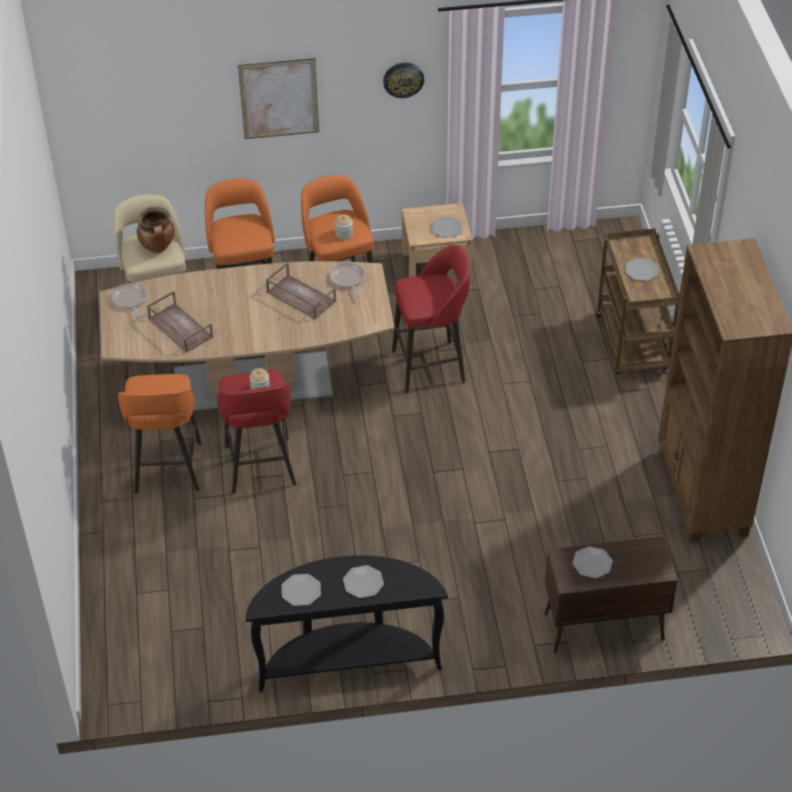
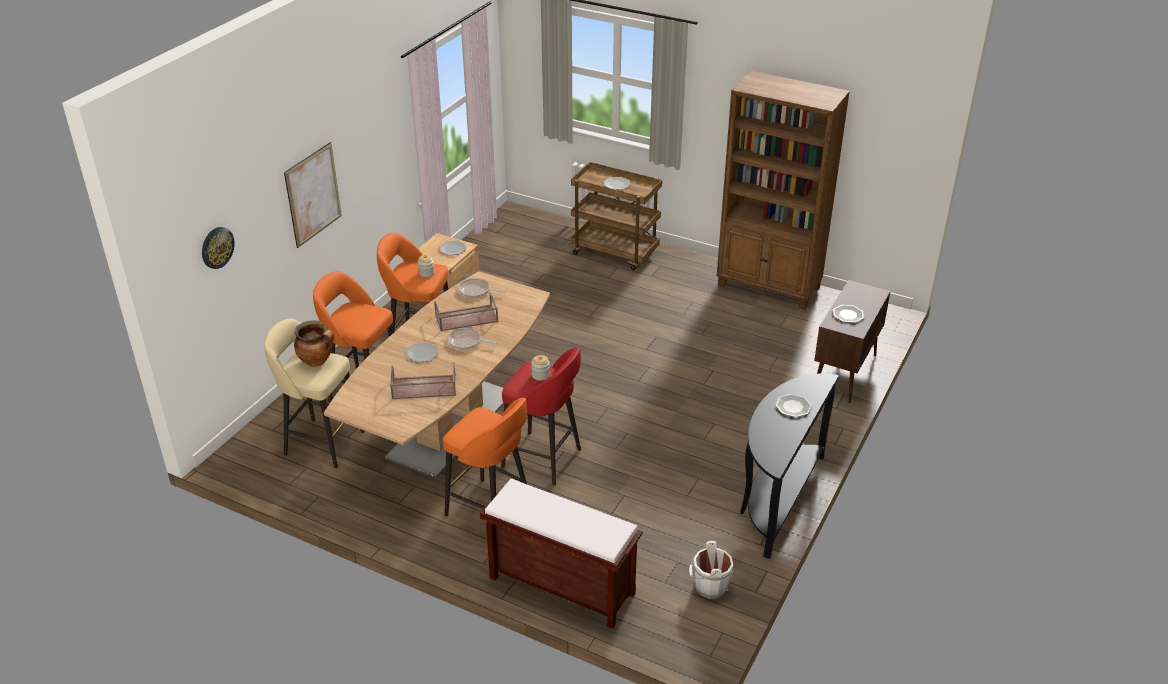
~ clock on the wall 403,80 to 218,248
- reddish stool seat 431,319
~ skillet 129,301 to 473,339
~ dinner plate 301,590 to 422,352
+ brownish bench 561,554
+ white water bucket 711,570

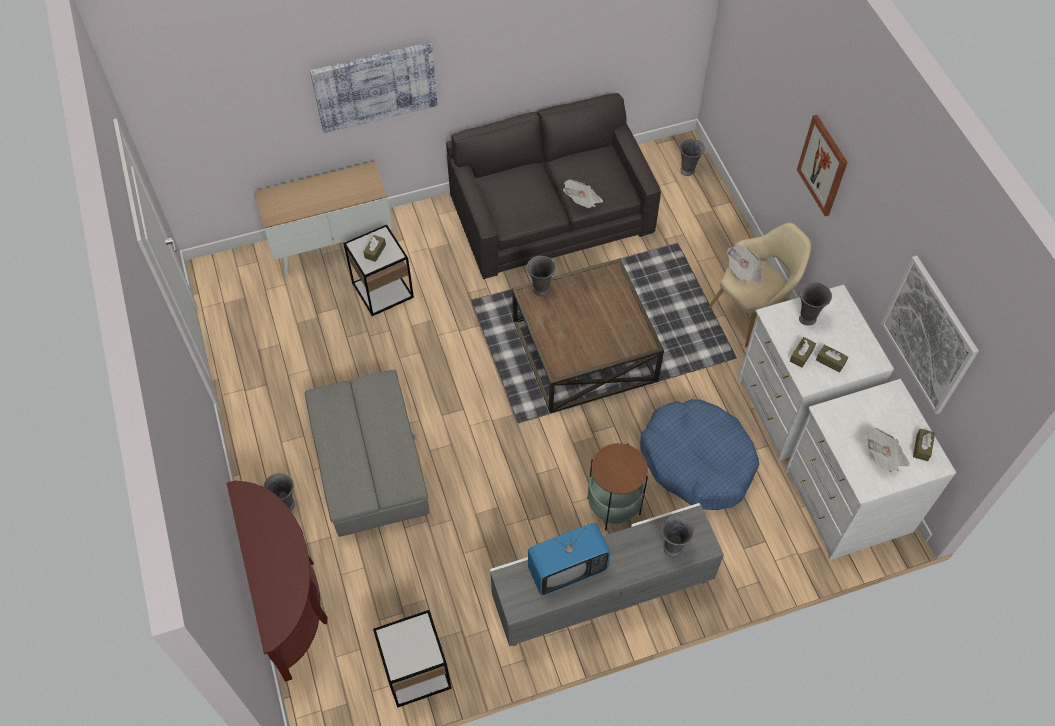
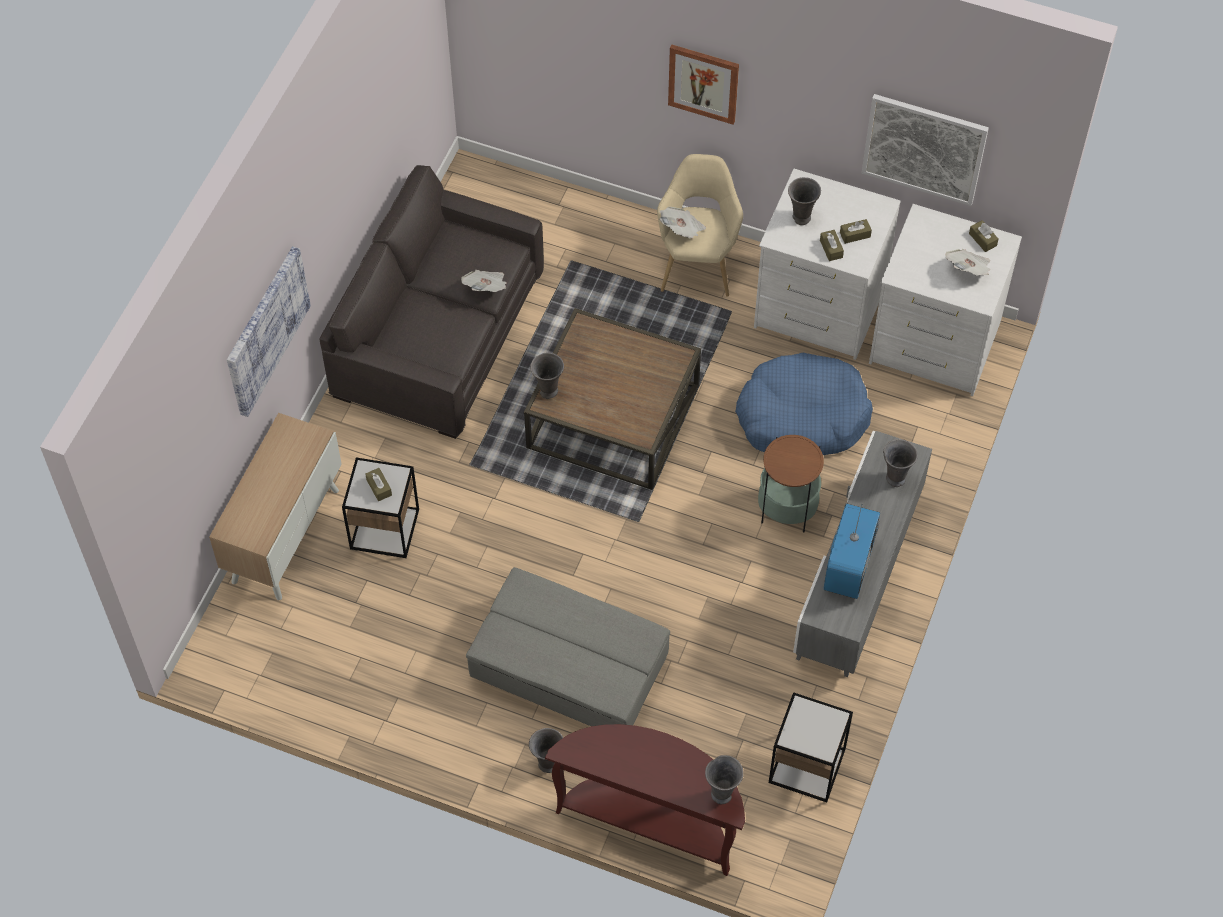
~ greyish flower vase 692,157 to 724,779

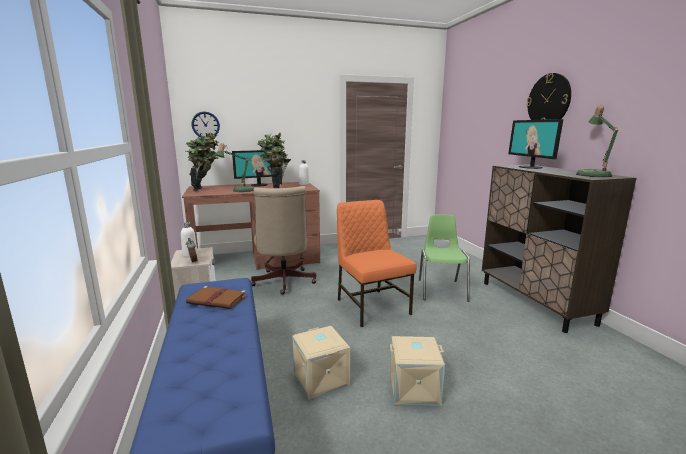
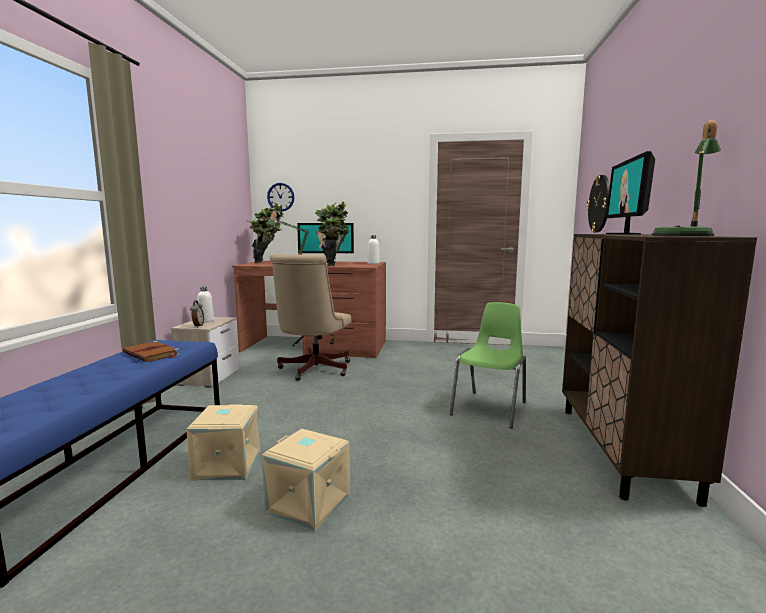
~ clock on the wall 549,96 to 598,204
- orangey plain chair 376,263

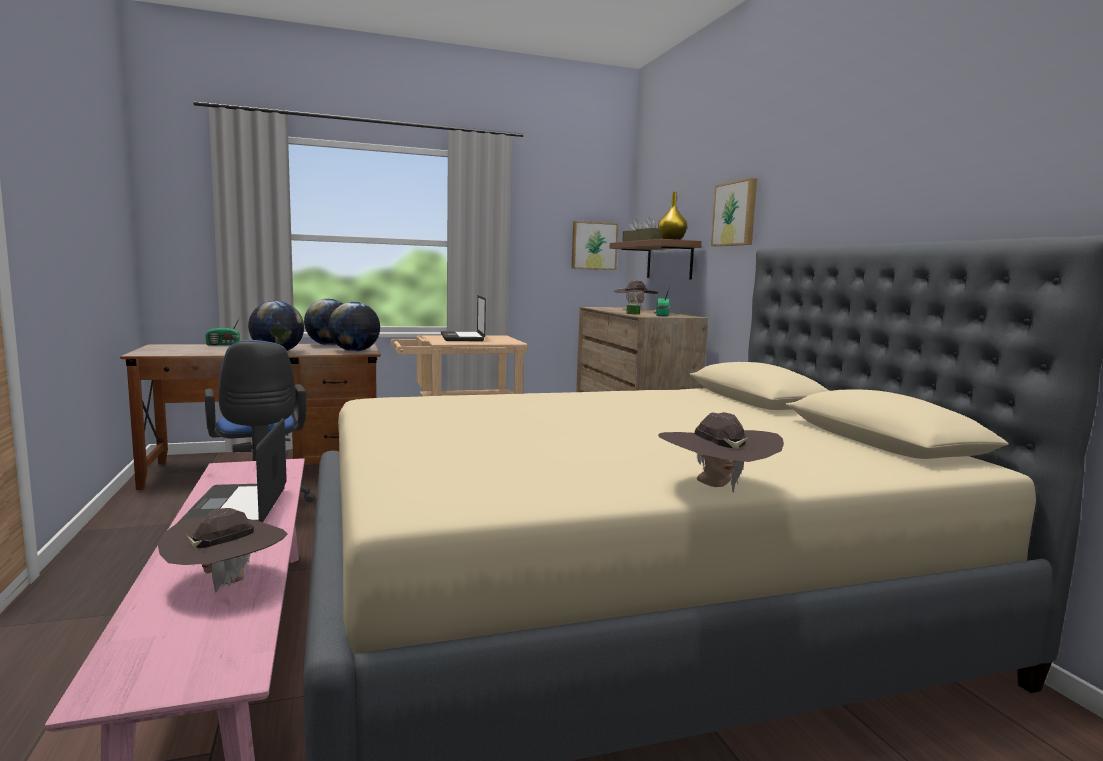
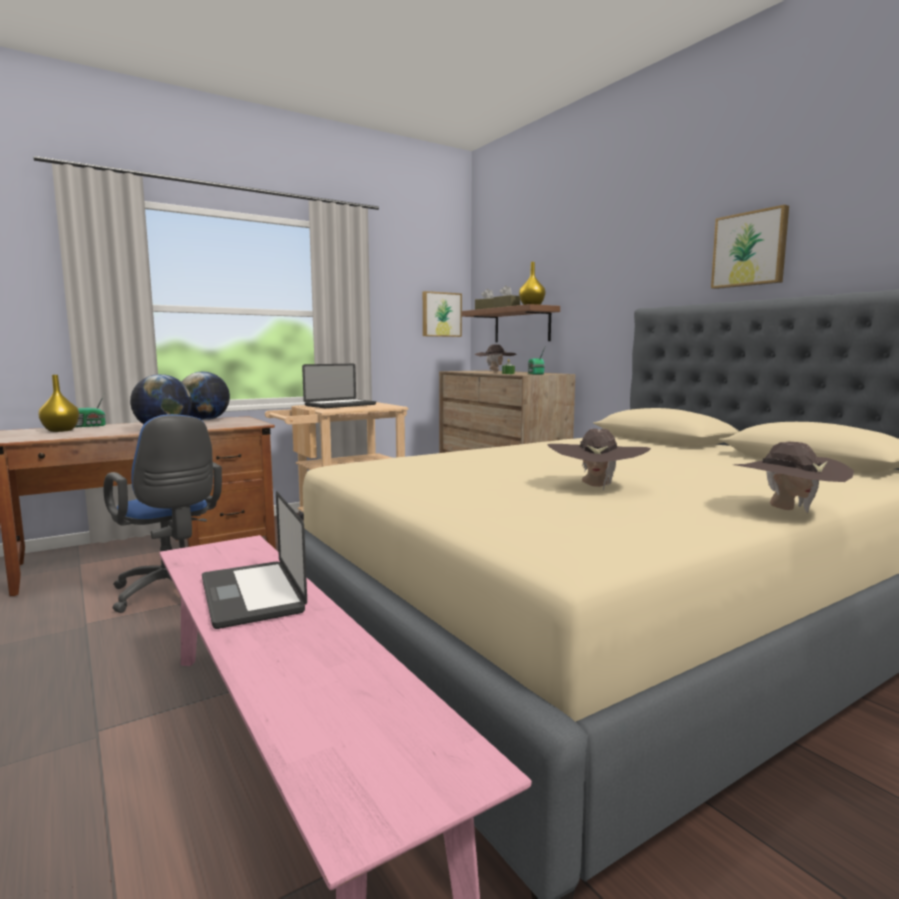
~ wall art 734,212 to 750,247
~ laptop 463,318 = 339,386 105 degrees counterclockwise
- globe 354,327
~ brownish hat 223,550 to 599,460
+ yellow flower vase 58,403

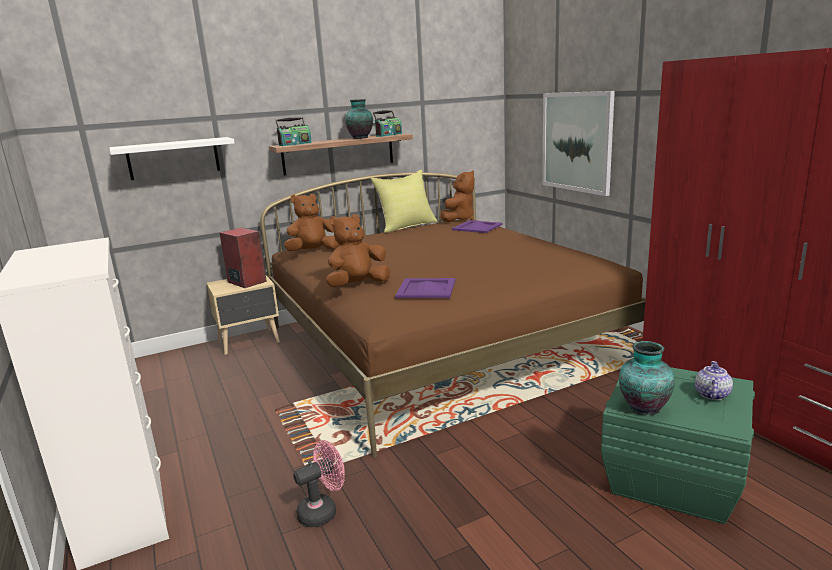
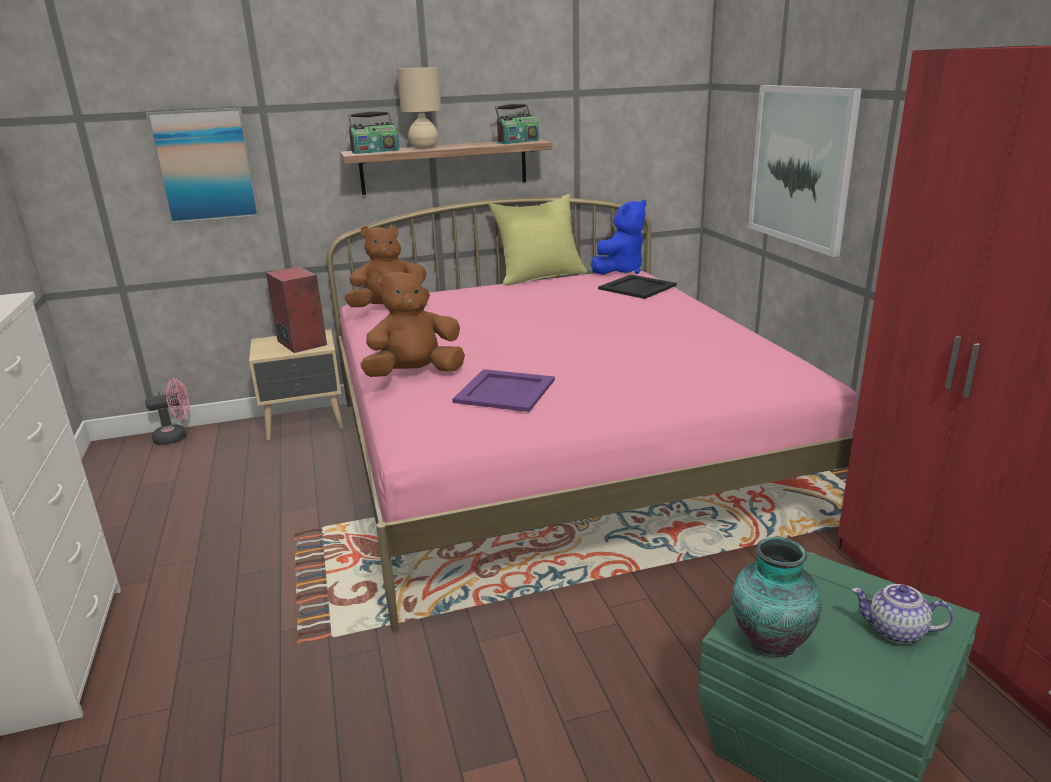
- flower vase 359,119
~ white wall shelf 172,158 to wall art 203,166
~ brownish plush toy 457,196 to bluish plush toy 618,237
~ brownish sleeping bed 453,315 to pink-coloured sleeping bed 592,415
~ purplish serving tray 477,226 to black serving tray 637,287
~ teapot 714,380 = 902,614 105 degrees counterclockwise
~ pink-coloured cooling fan 319,483 to 167,411
+ beige-coloured tabletop lamp 419,108

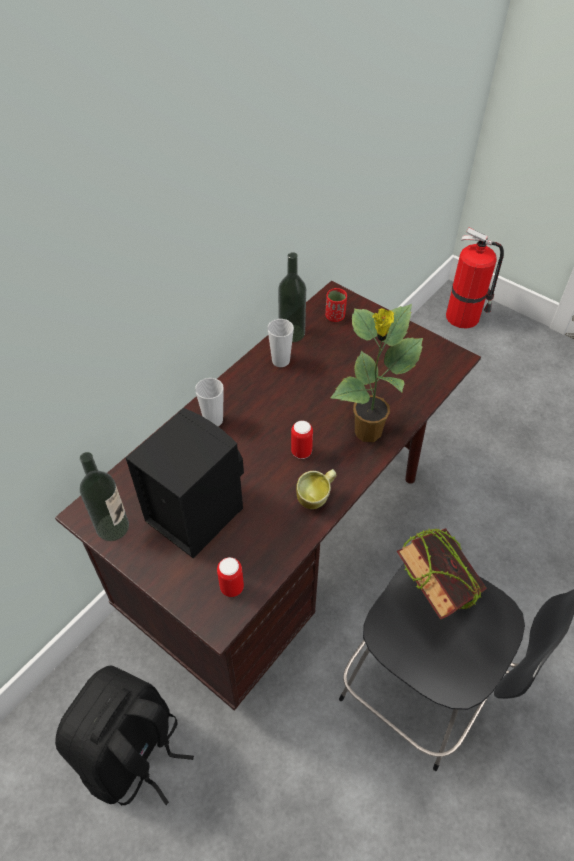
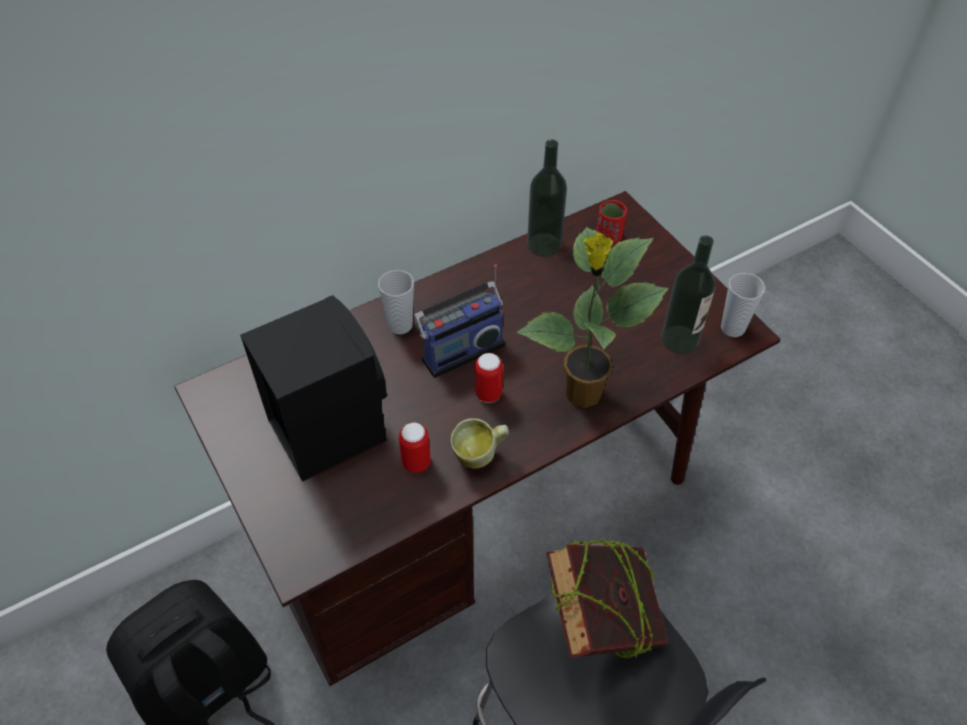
- extinguisher 475,278
~ drinking cup 281,343 to 743,305
~ drink bottle 104,496 to 688,294
~ sealed can 230,577 to 415,447
+ radio 459,321

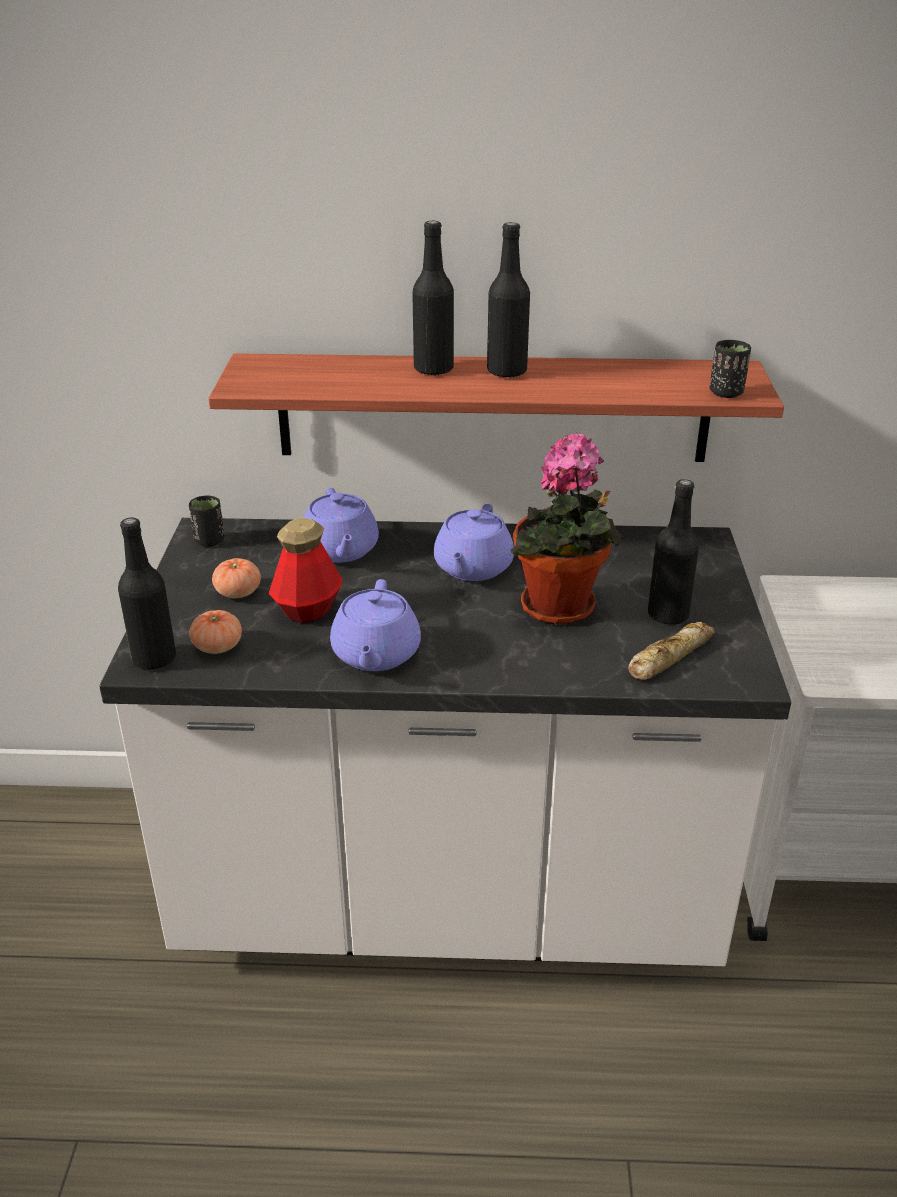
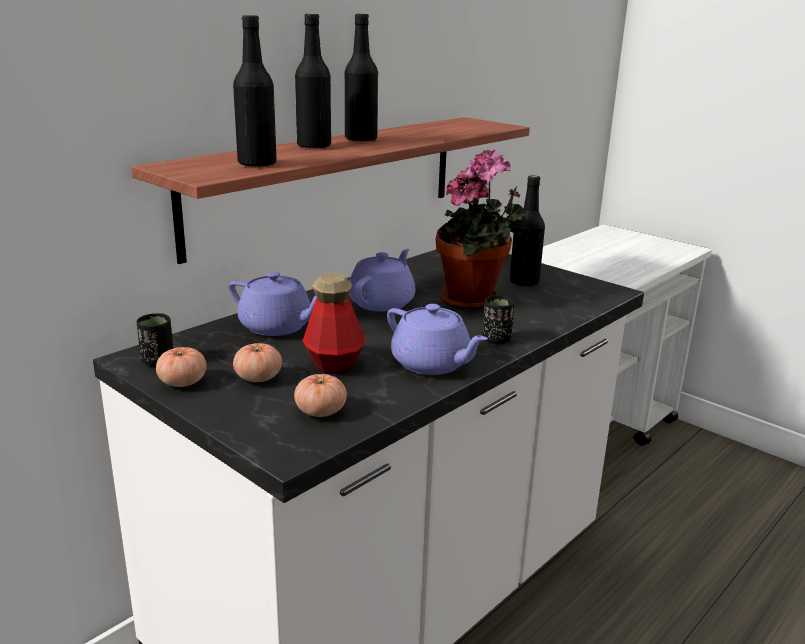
~ black drinking cup 730,369 to 498,319
~ purplish teapot 474,542 = 382,280 120 degrees counterclockwise
~ black drink bottle 147,593 to 255,91
- bakery bread 671,651
+ fresh tomato 181,367

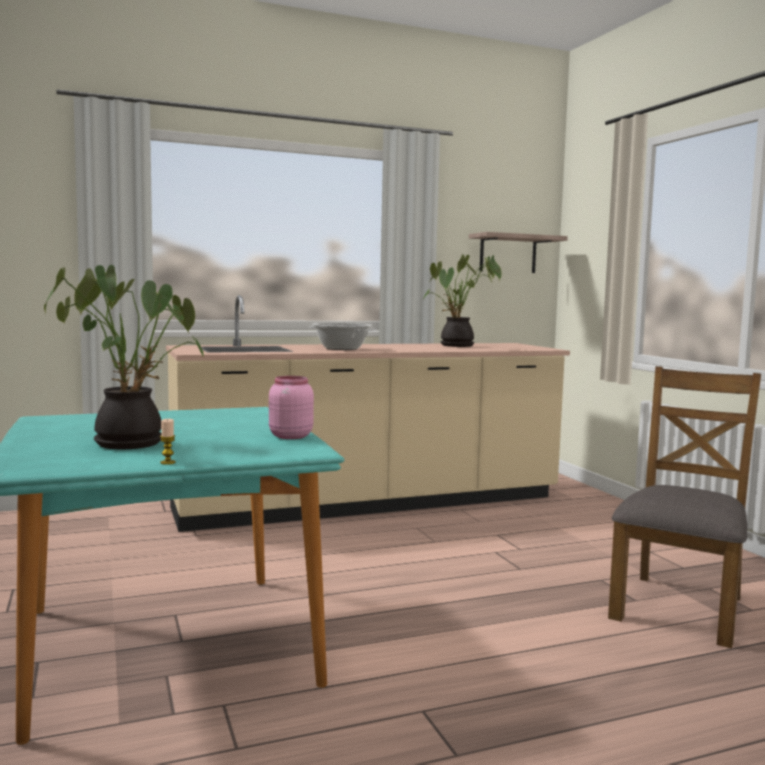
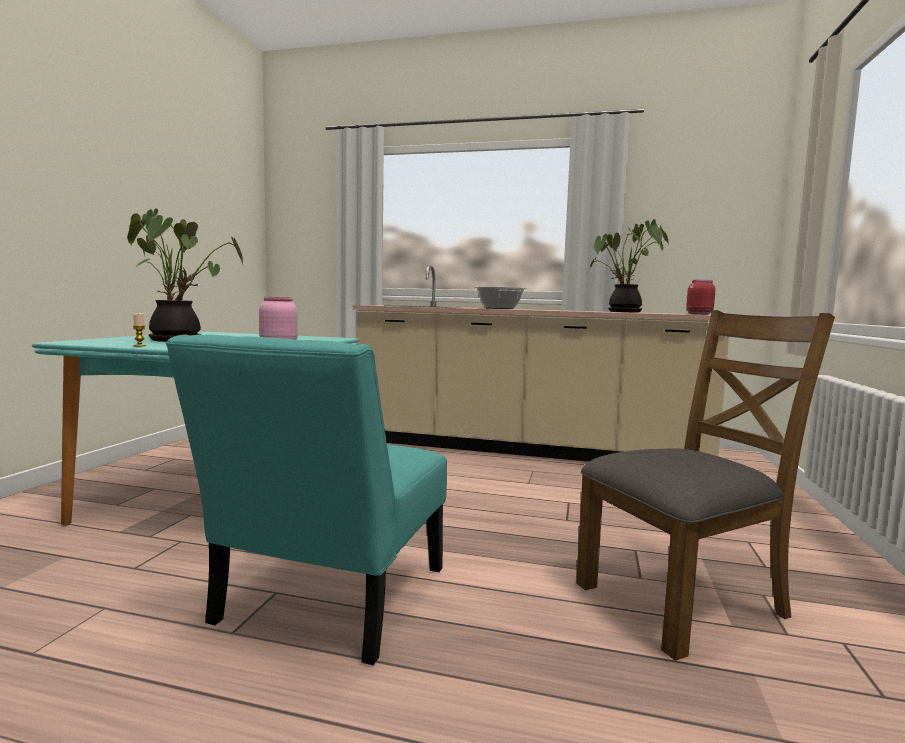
- wall shelf 518,252
+ reddish storage jar 701,297
+ turquoise plain chair 306,500

